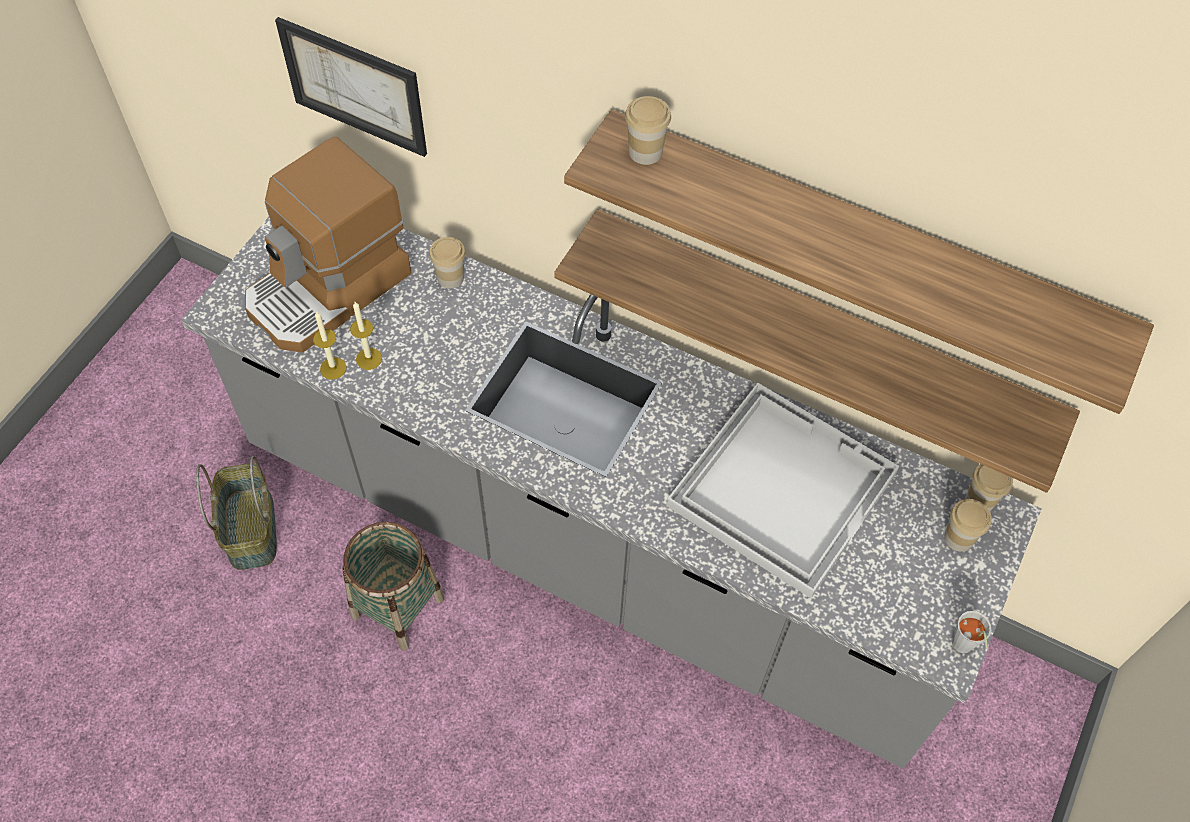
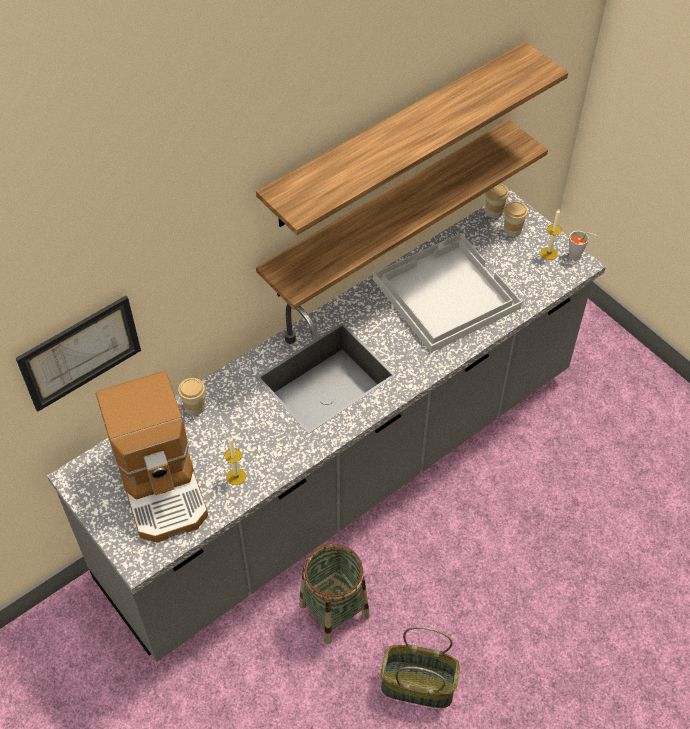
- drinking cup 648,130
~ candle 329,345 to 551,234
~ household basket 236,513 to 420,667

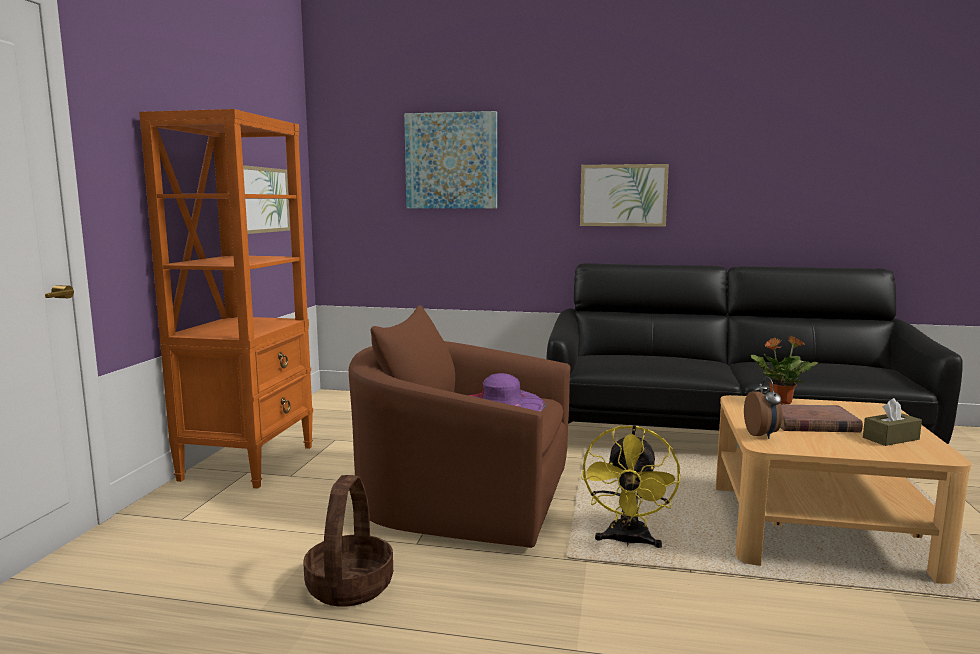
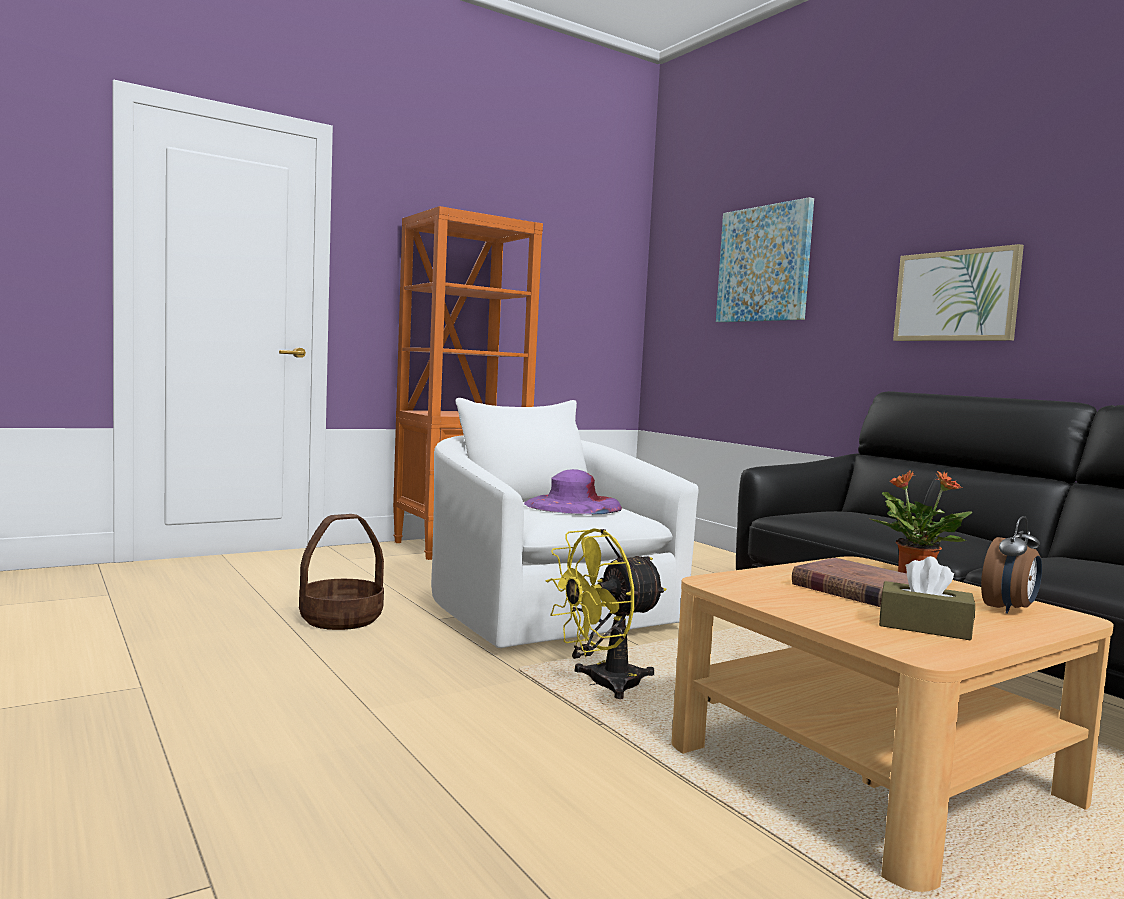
- wall art 266,199
~ brownish lounge chair 459,426 to white lounge chair 565,523
~ bedside clock 763,407 to 1011,565

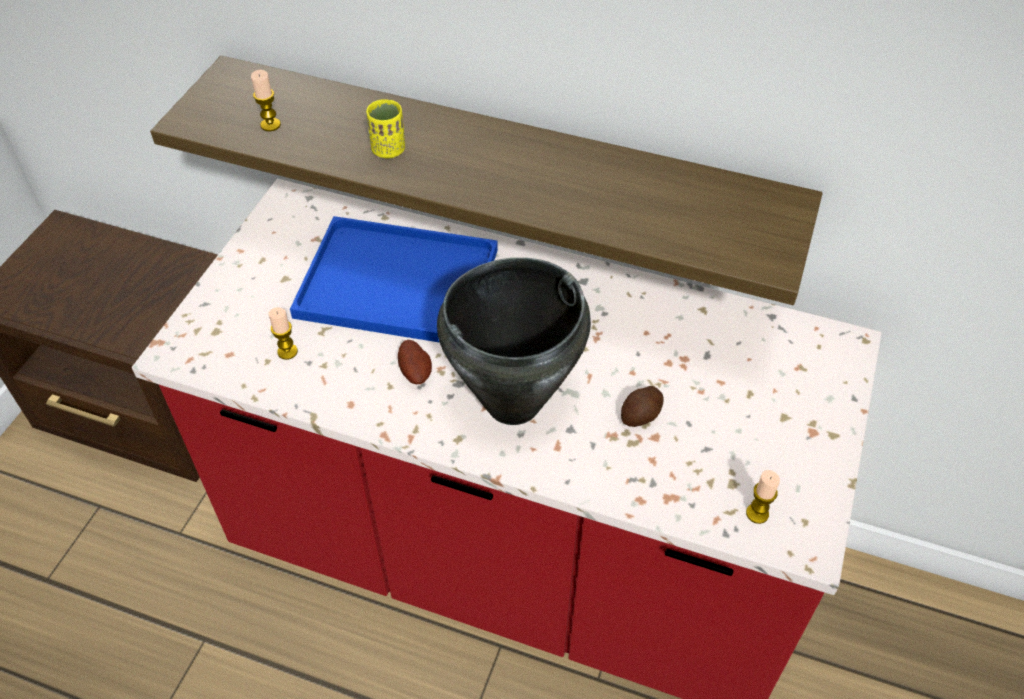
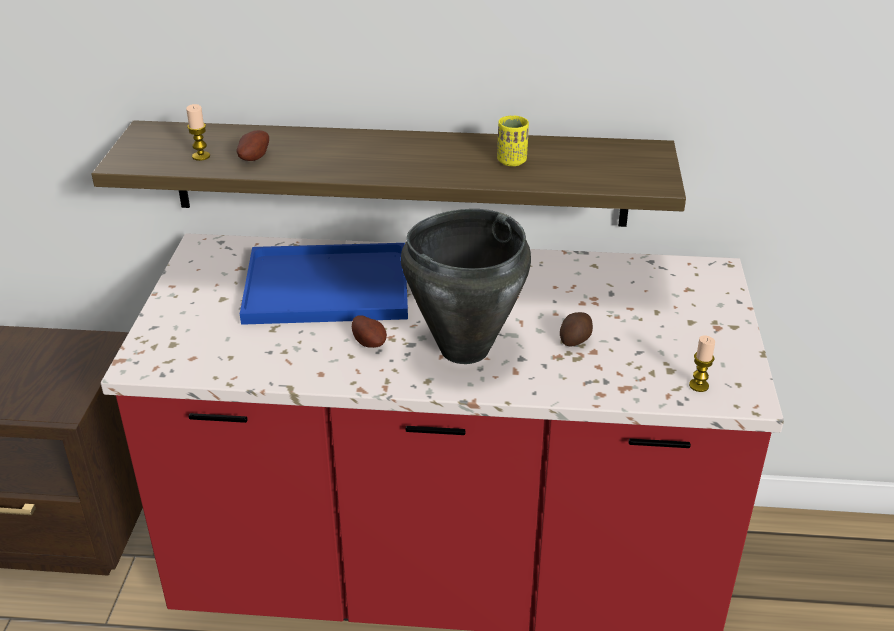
~ yellow drinking cup 385,129 to 513,141
- candle 283,333
+ whole potato 252,145

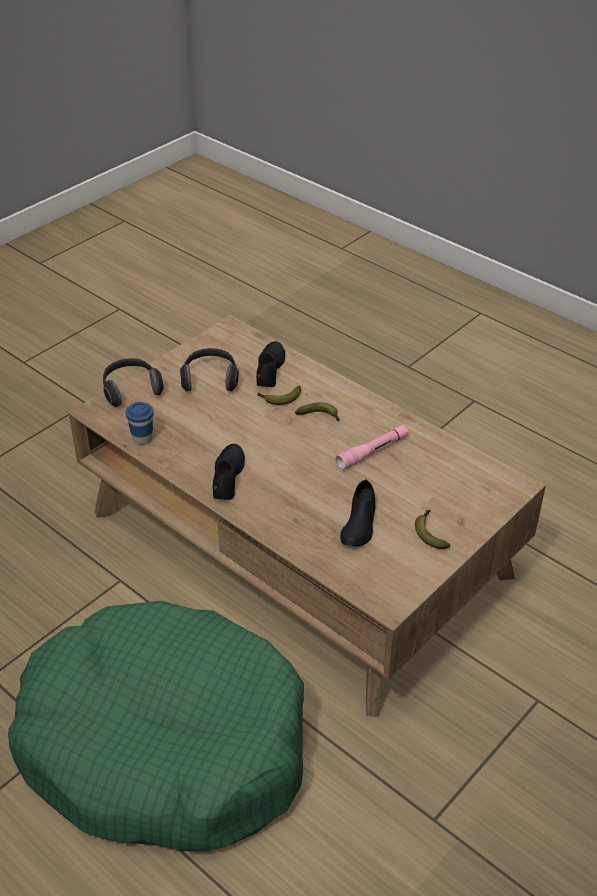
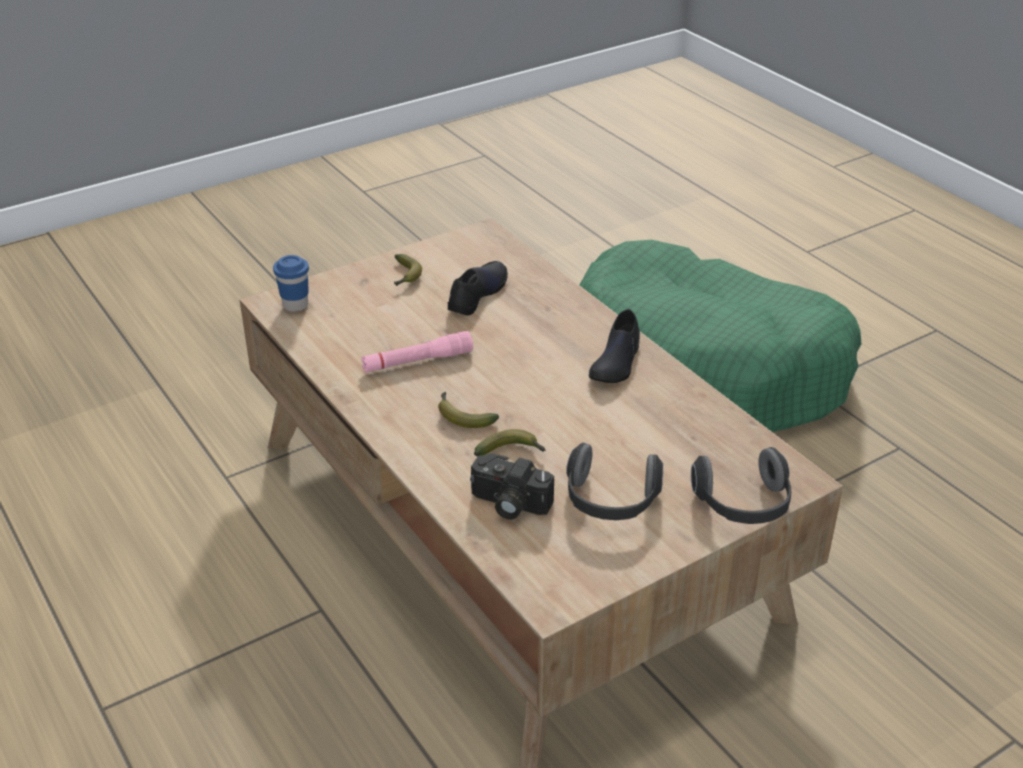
~ black item of footwear 270,364 to photo camera 512,486
~ bluish drinking cup 139,423 to 291,283

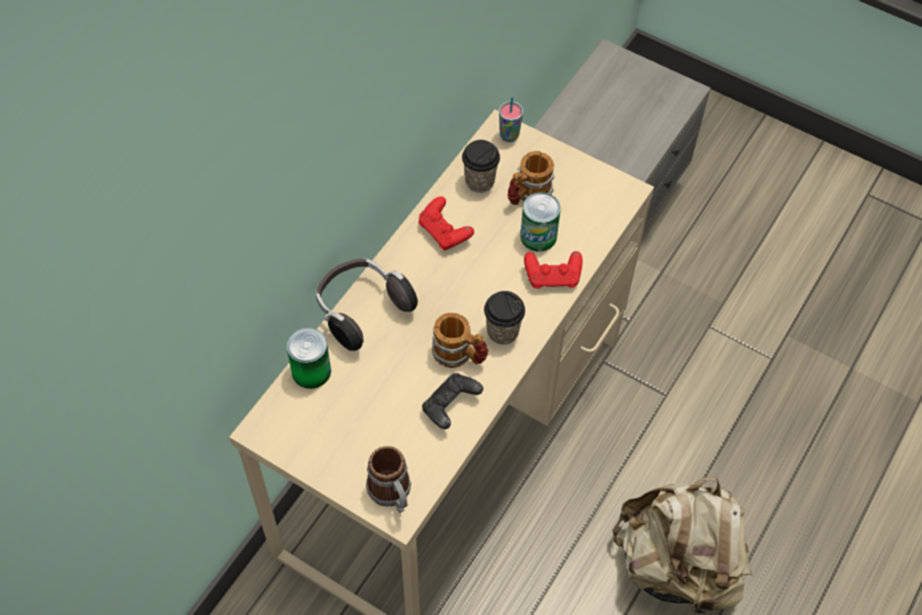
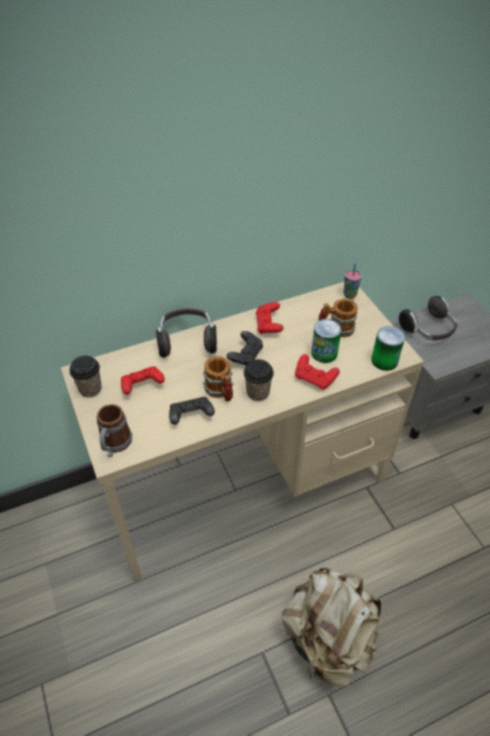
~ drinking cup 481,166 to 85,376
~ sealed can 308,358 to 388,348
+ pair of headphones 428,318
+ black joypad 245,348
+ reddish joypad 143,380

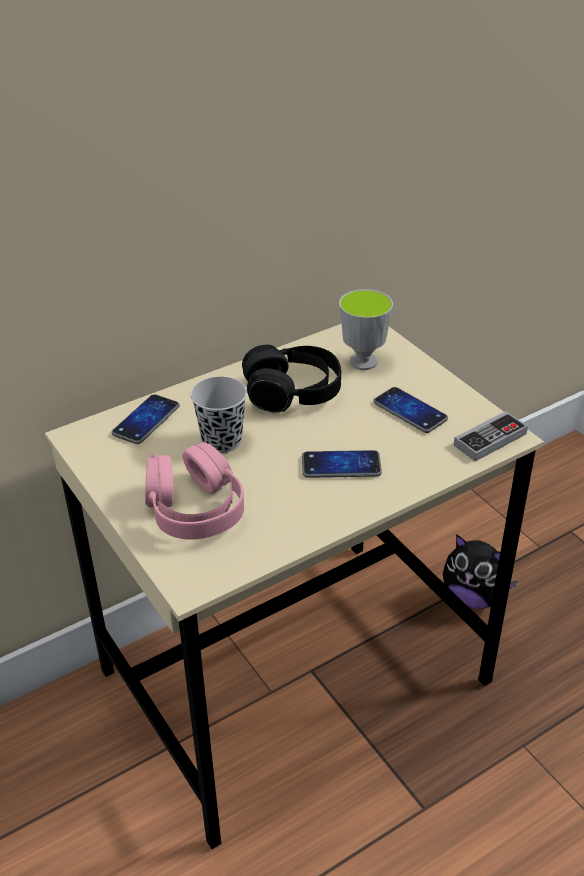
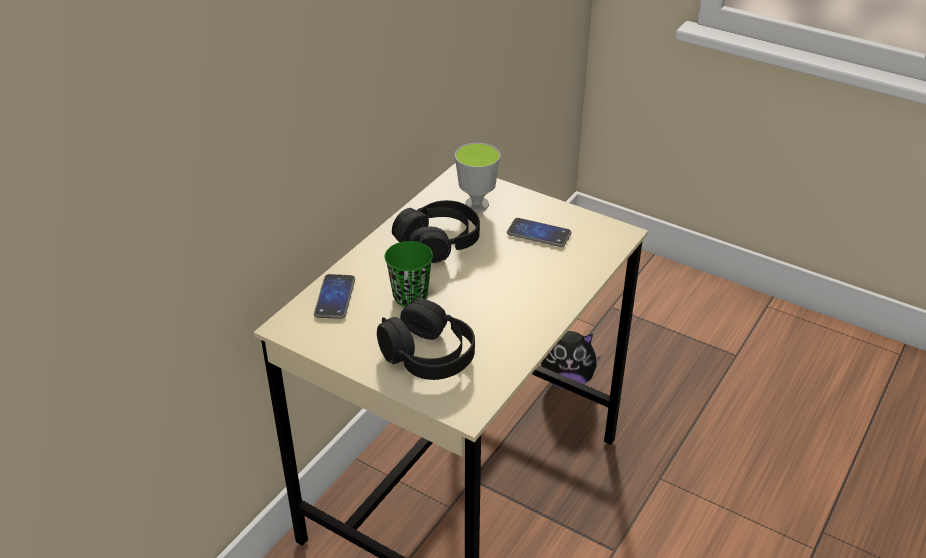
~ black drinking cup 219,414 to greenish drinking cup 409,274
- joypad 490,436
~ pink-coloured pair of headphones 194,490 to black pair of headphones 426,339
- phone 342,464

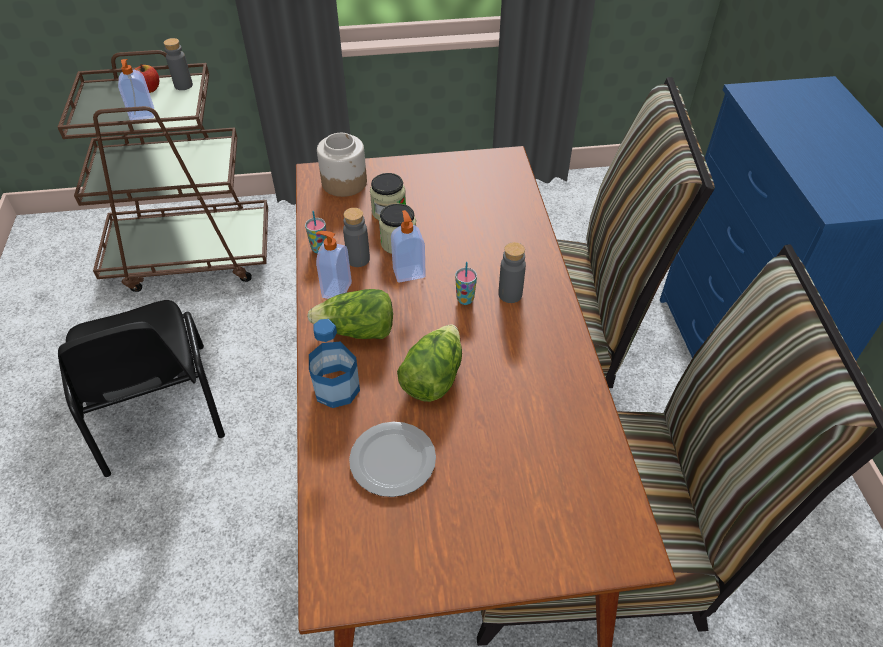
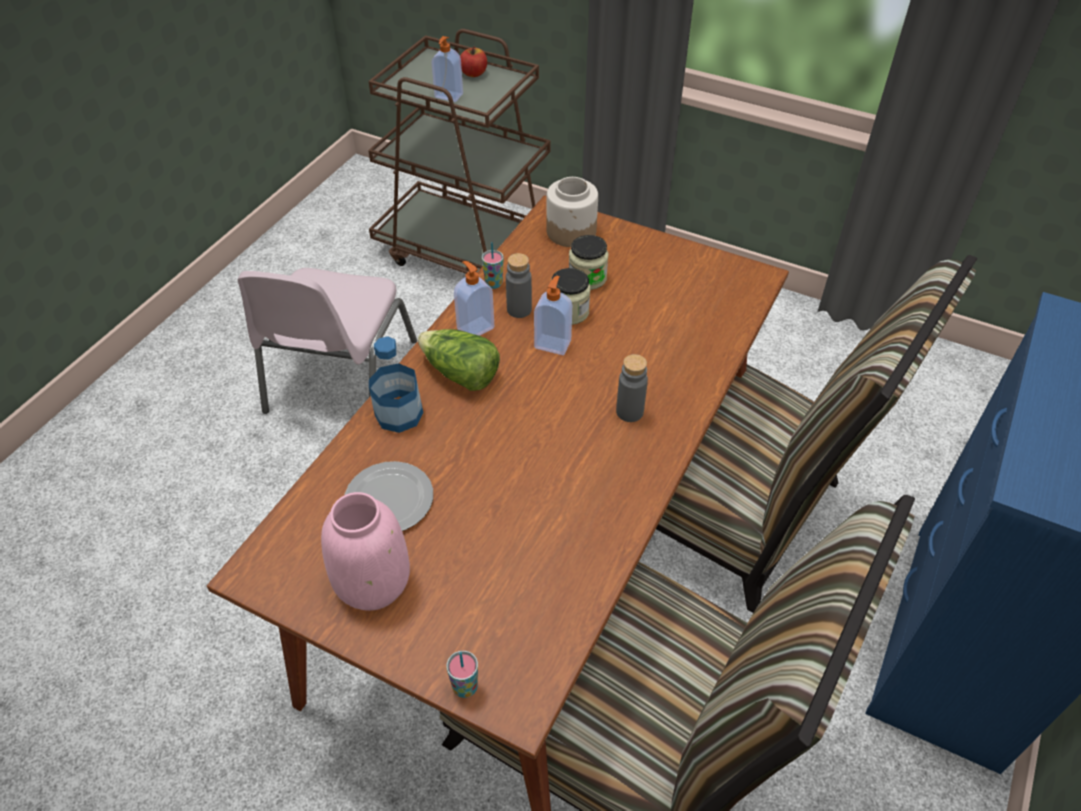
- greyish drink bottle 178,64
~ drinking cup 466,283 to 462,674
~ black plain chair 141,388 to pink-coloured plain chair 327,341
- head of lettuce 429,363
+ pink-coloured flower vase 365,551

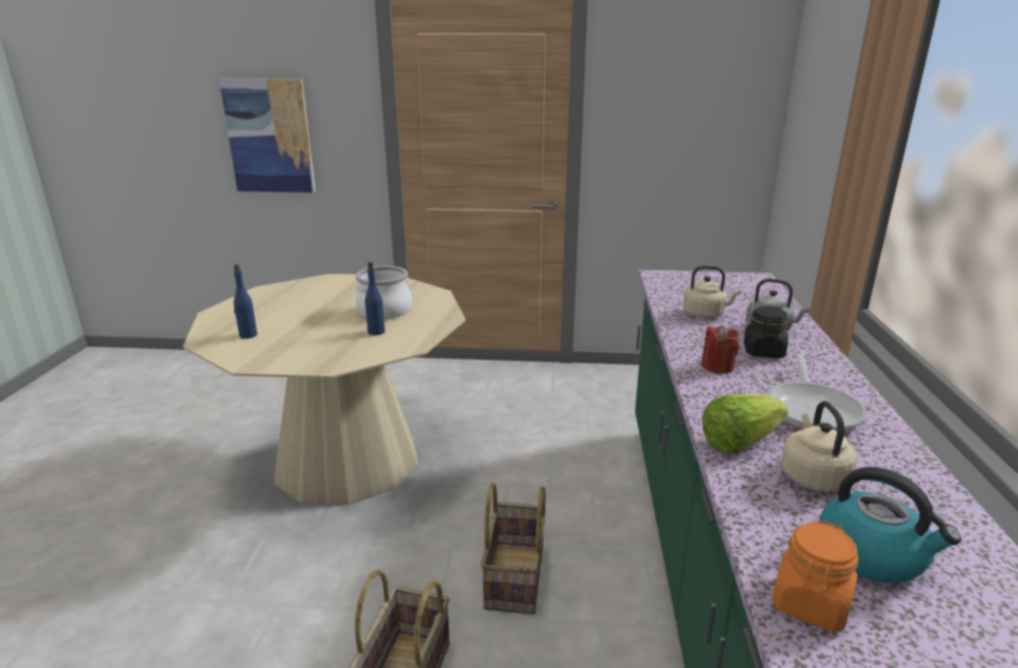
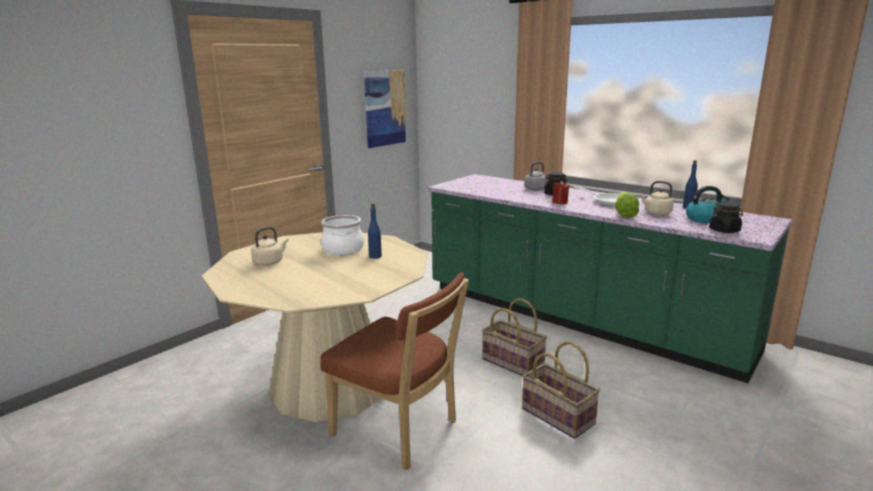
~ wall art 267,135 to 385,109
~ bluish drink bottle 245,301 to 690,184
~ beige-coloured kettle 712,292 to 270,246
~ orangey storage jar 815,576 to black storage jar 726,217
+ brownish plain chair 394,371

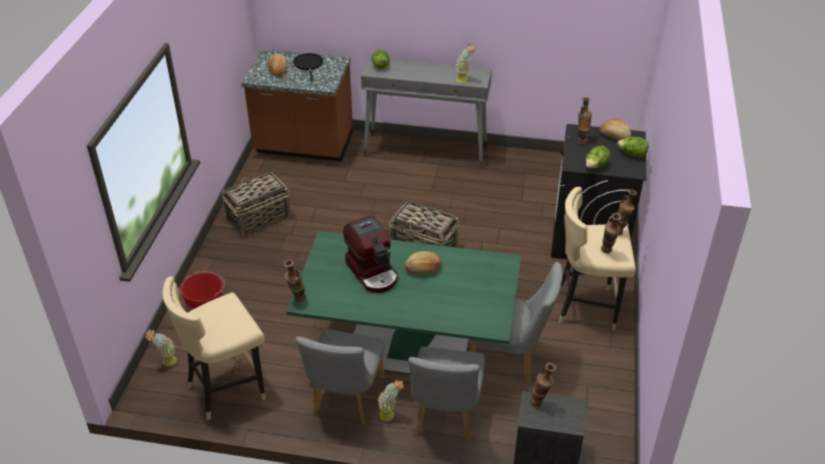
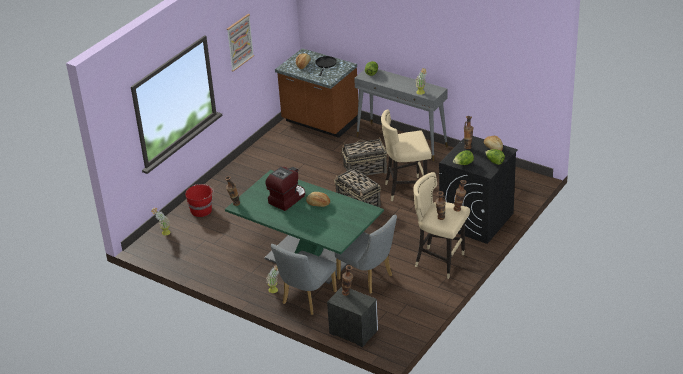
~ household basket 256,203 to 364,156
~ coffee brewer 370,254 = 285,189 135 degrees counterclockwise
~ beige-coloured stool seat 214,348 to 406,155
- greyish plain chair 340,377
+ wall art 240,42

